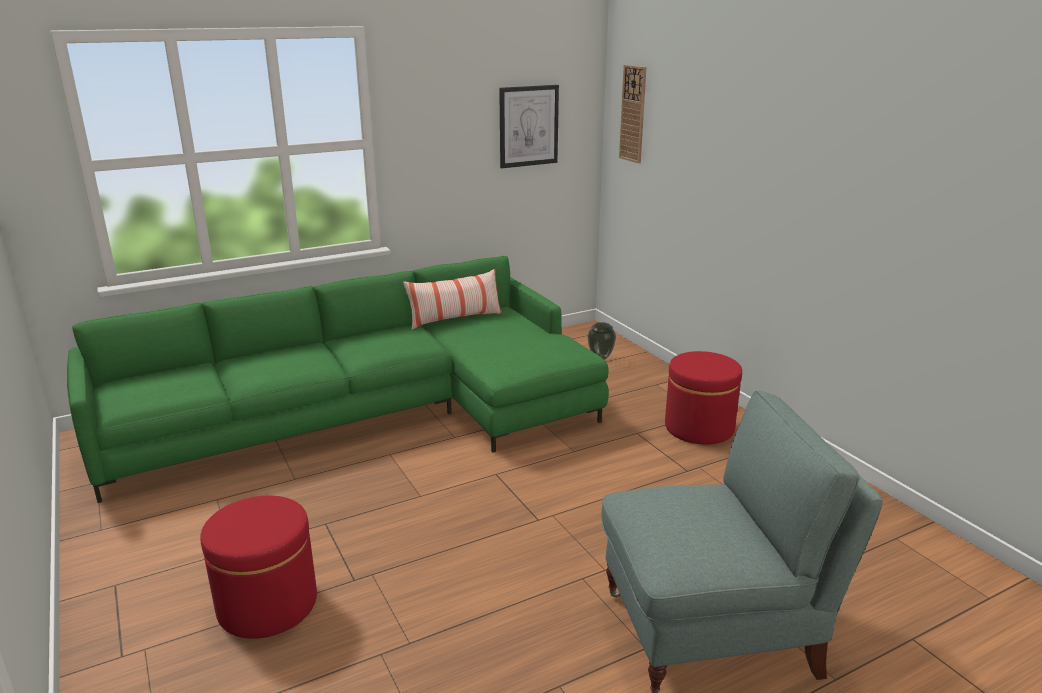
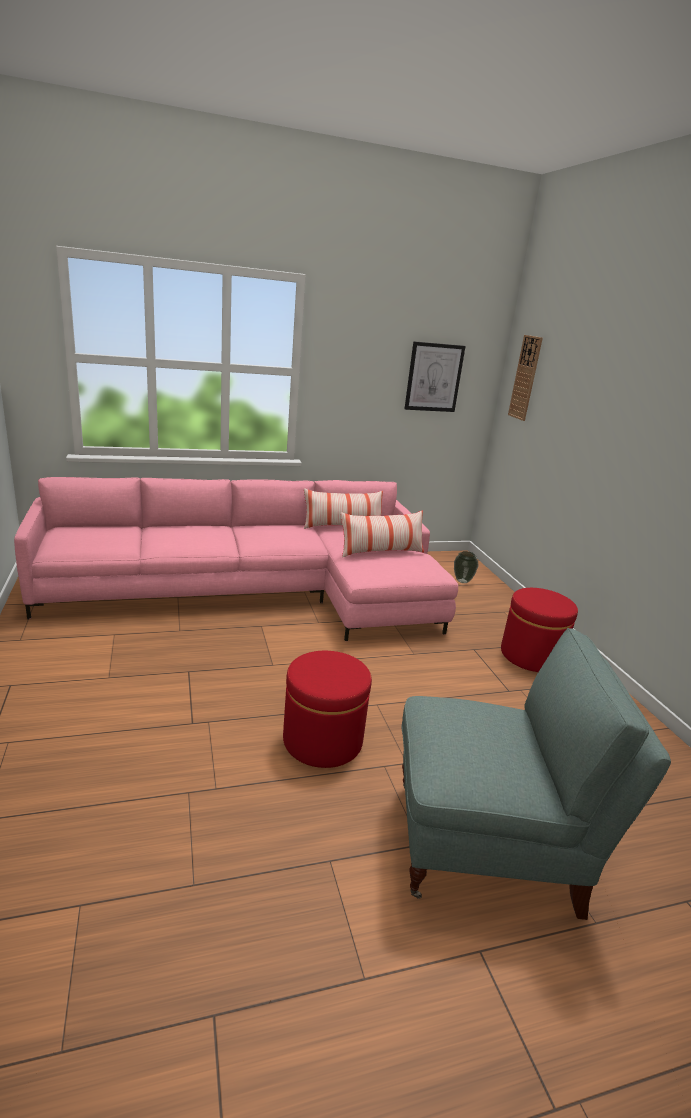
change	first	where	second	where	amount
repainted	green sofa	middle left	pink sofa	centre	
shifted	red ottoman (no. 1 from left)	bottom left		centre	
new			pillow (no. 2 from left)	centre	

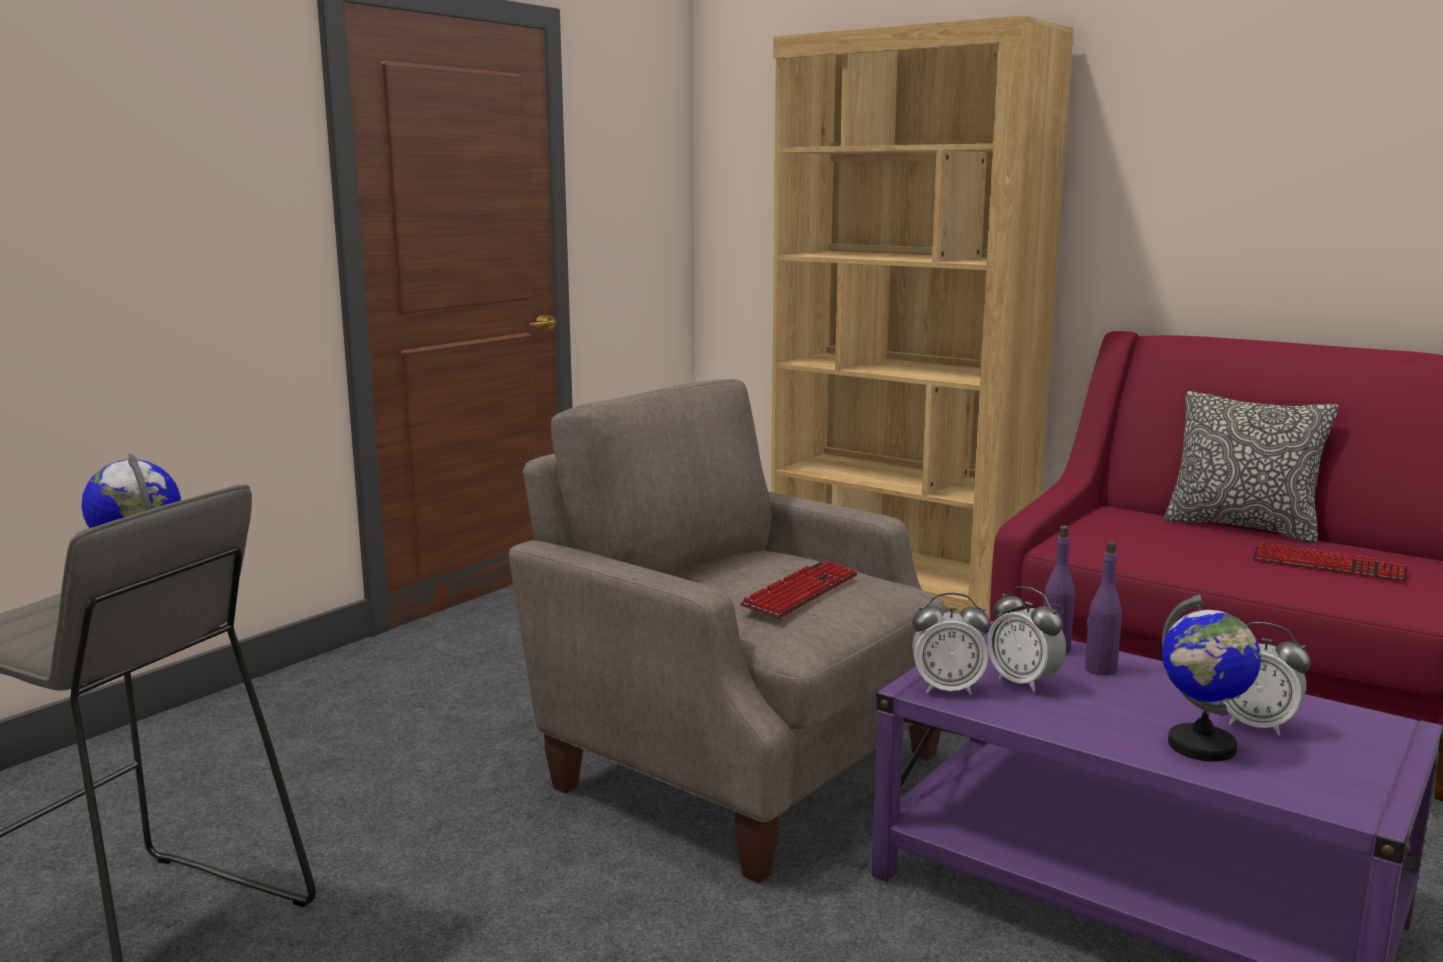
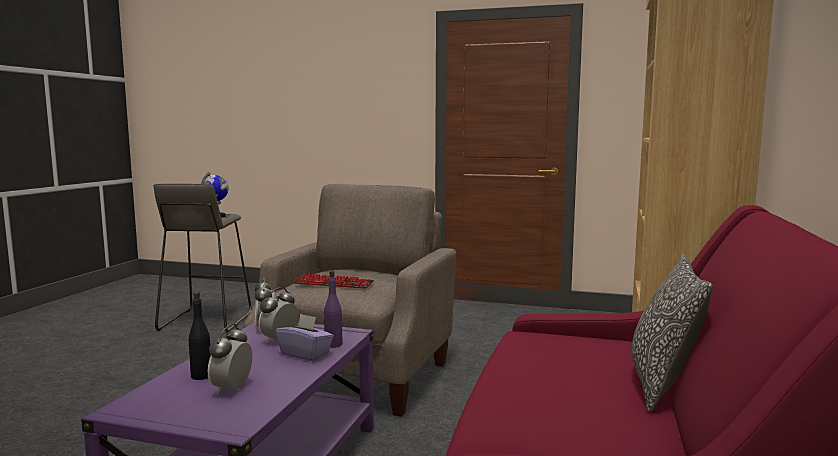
change	first	where	second	where	amount
swapped	purple bottle (no. 2 from left)	middle right	purple tissue box	bottom centre	
swapped	globe (no. 2 from left)	bottom right	black bottle	bottom left	
gone	keyboard (no. 2 from left)	middle right			

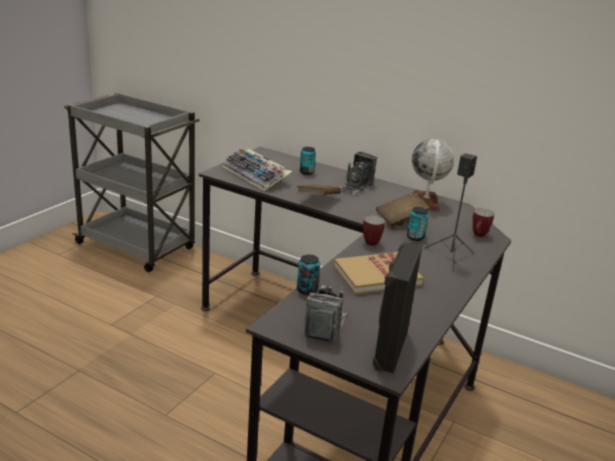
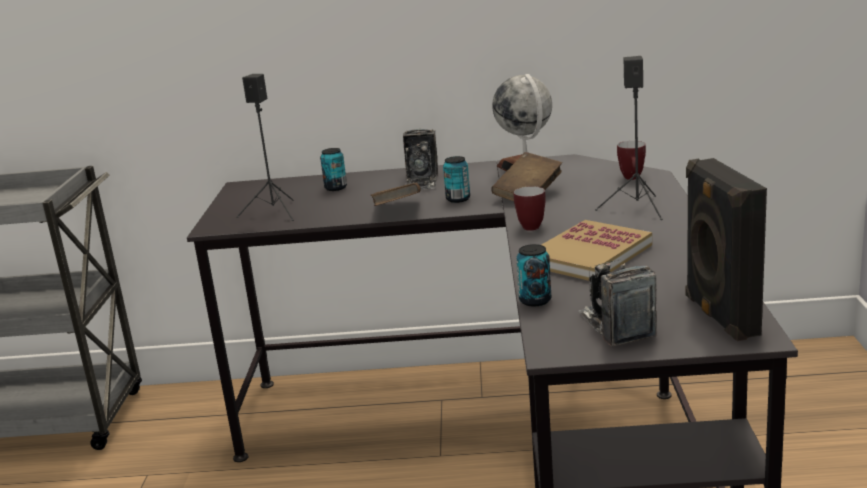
change	first	where	second	where	amount
swapped	keyboard	centre	black speaker (no. 1 from left)	top left	
shifted	can (no. 3 from left in the first image)	middle right	can (no. 2 from left)	centre	

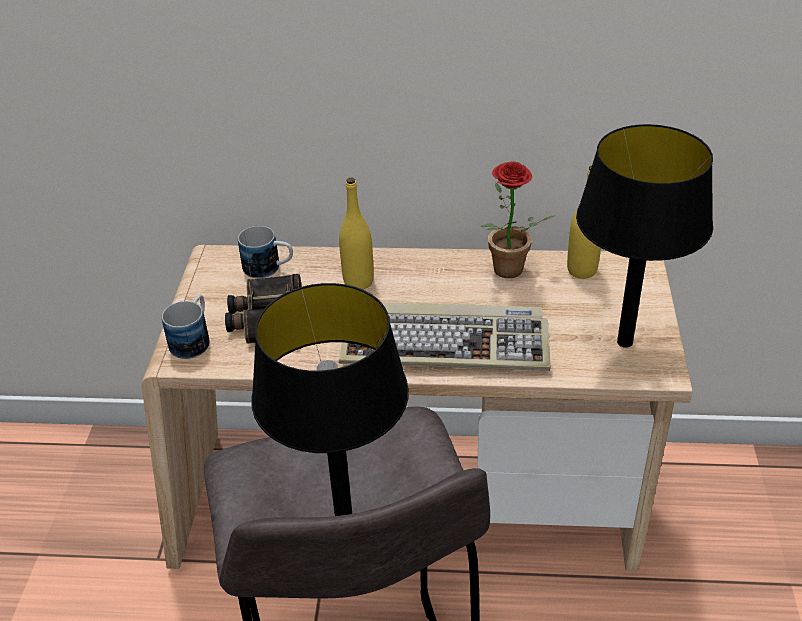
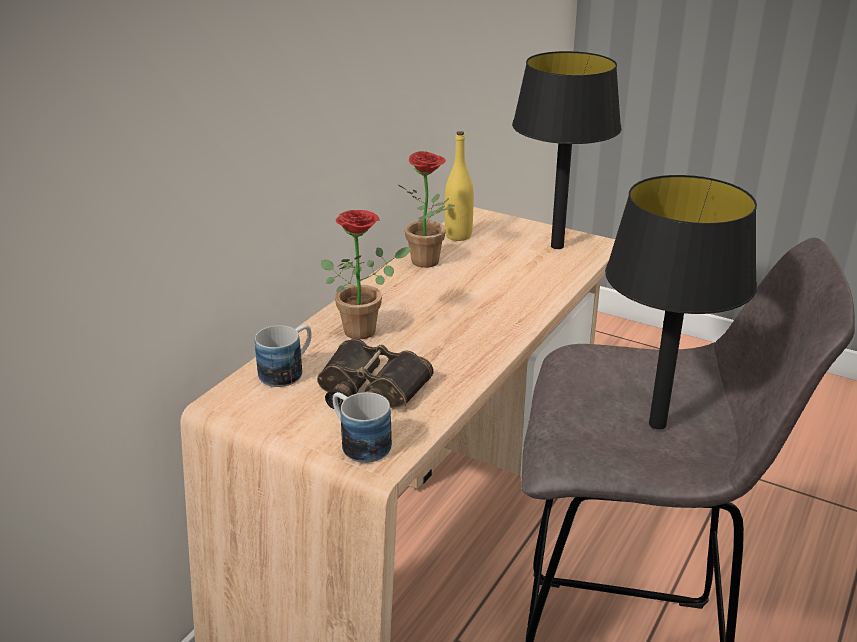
change	first	where	second	where	amount
swapped	yellow bottle (no. 1 from left)	centre	potted plant (no. 1 from left)	centre	
gone	keyboard	centre			

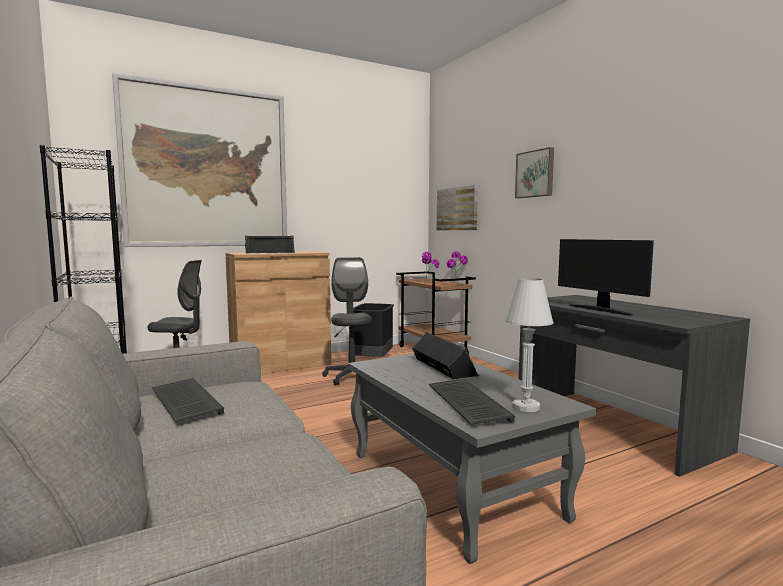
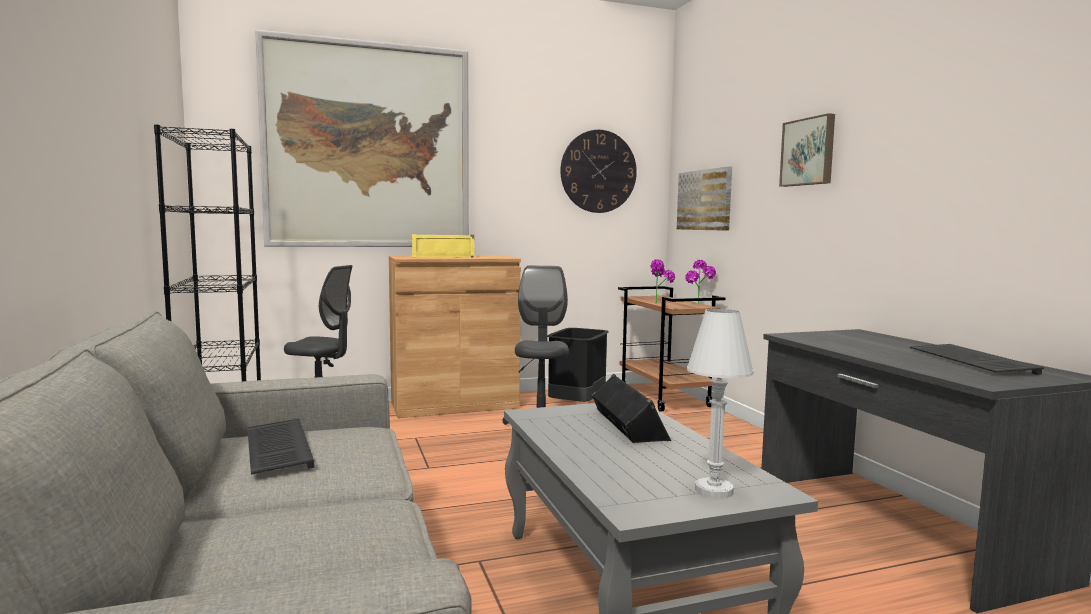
change	first	where	second	where	amount
repainted	black speaker (no. 1 from left)	centre	yellow speaker	centre	
shifted	keyboard (no. 2 from left)	bottom centre		middle right	
gone	monitor	middle right			
new			wall clock	top centre	

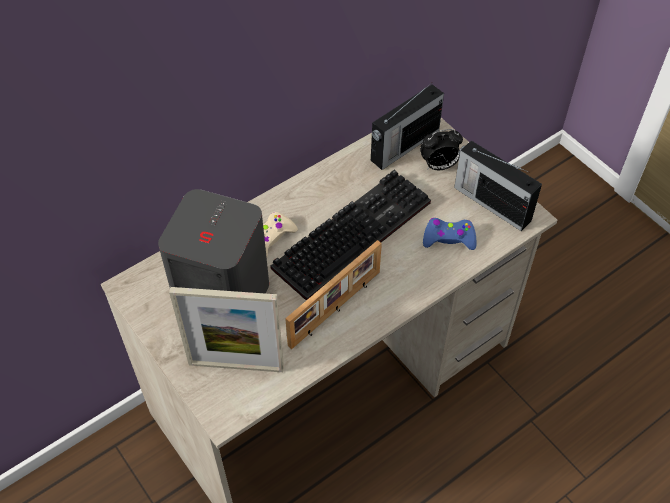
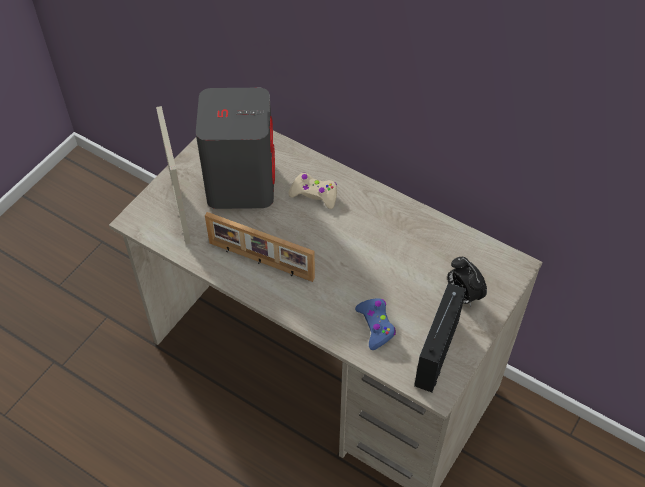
change	first	where	second	where	amount
gone	keyboard	centre			
gone	radio (no. 1 from left)	top centre			

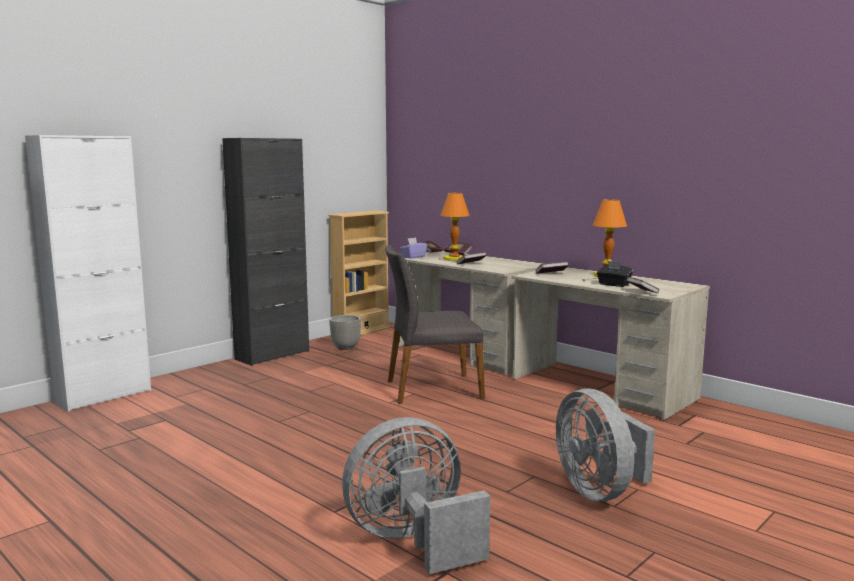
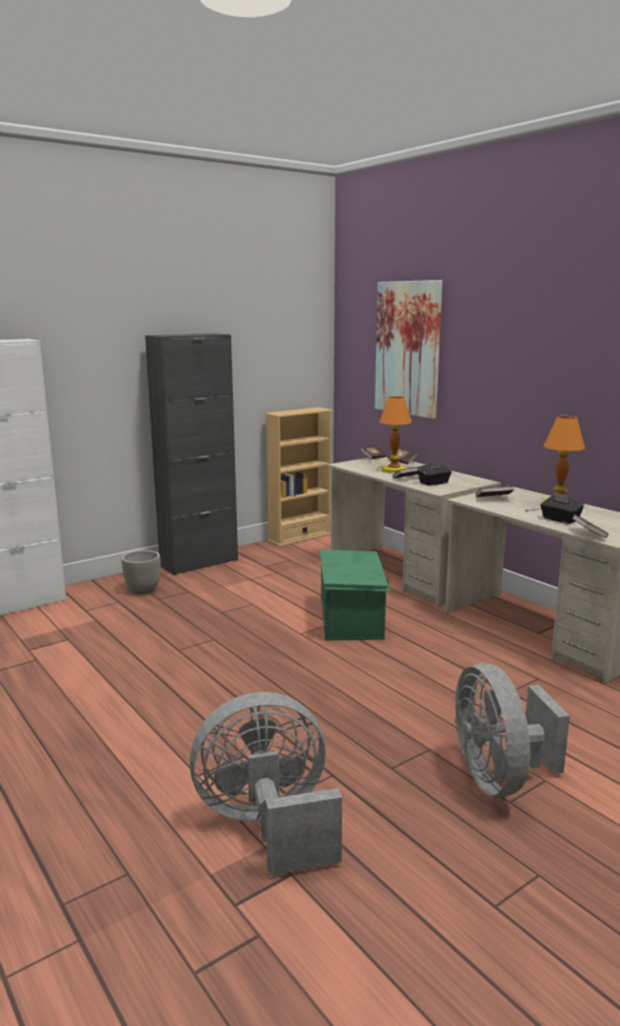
change	first	where	second	where	amount
shifted	planter	centre		middle left	
swapped	grey chair	centre	green storage box	centre	
gone	purple tissue box	centre			
new			picture	centre	
new			black tissue box (no. 1 from left)	middle right	

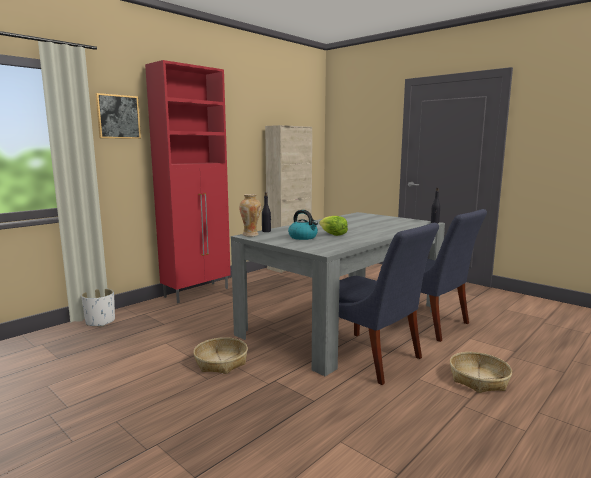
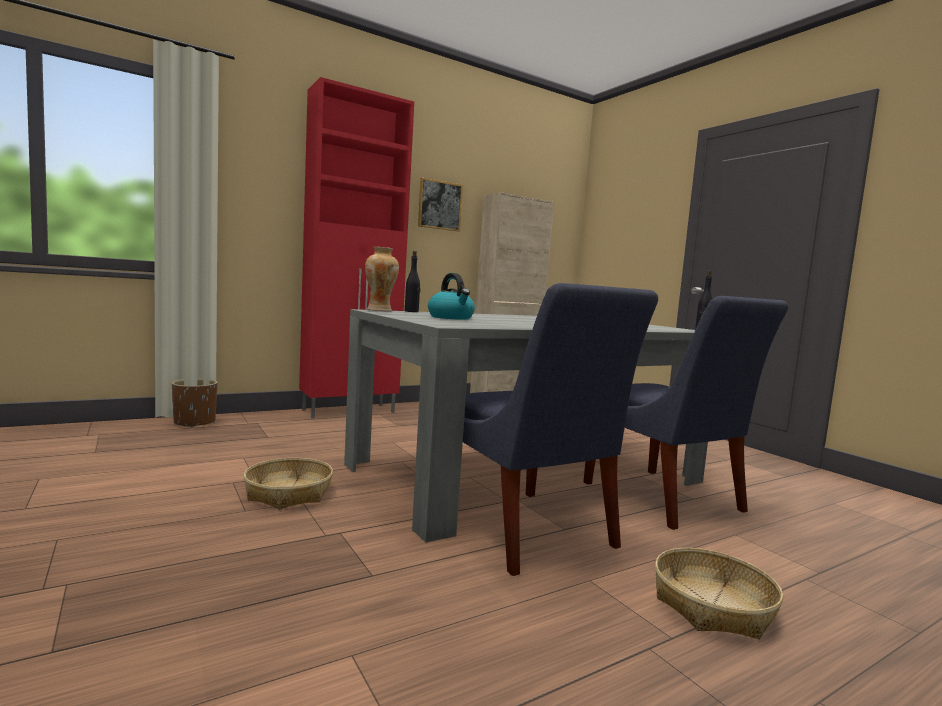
change	first	where	second	where	amount
repainted	white planter	middle left	brown planter	middle left	
shifted	picture	top left		top centre	
gone	lettuce	centre			

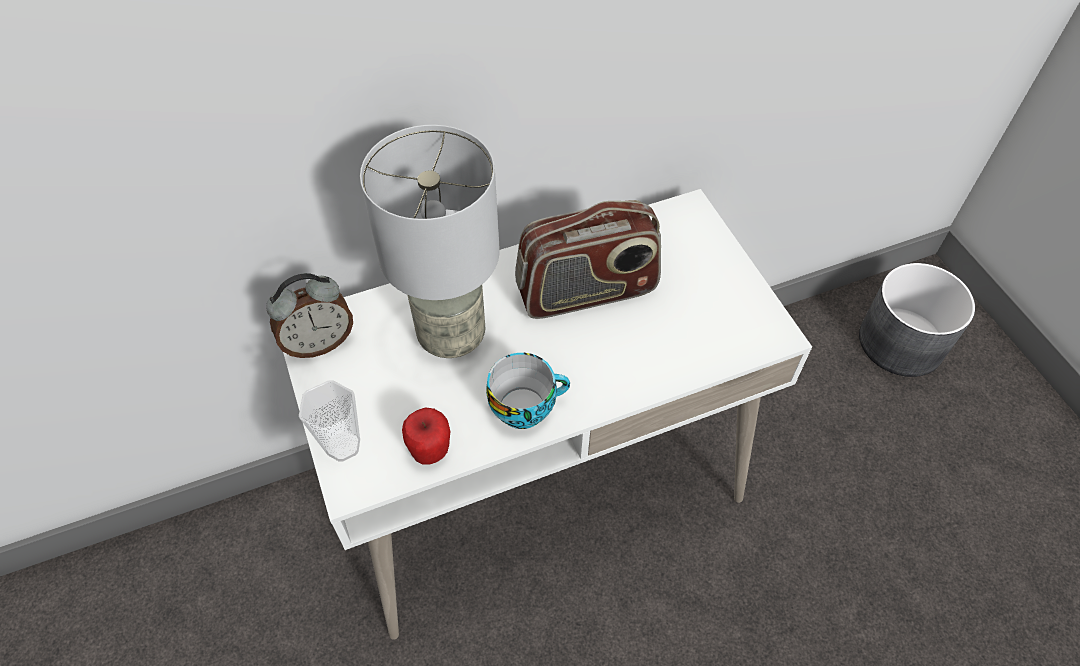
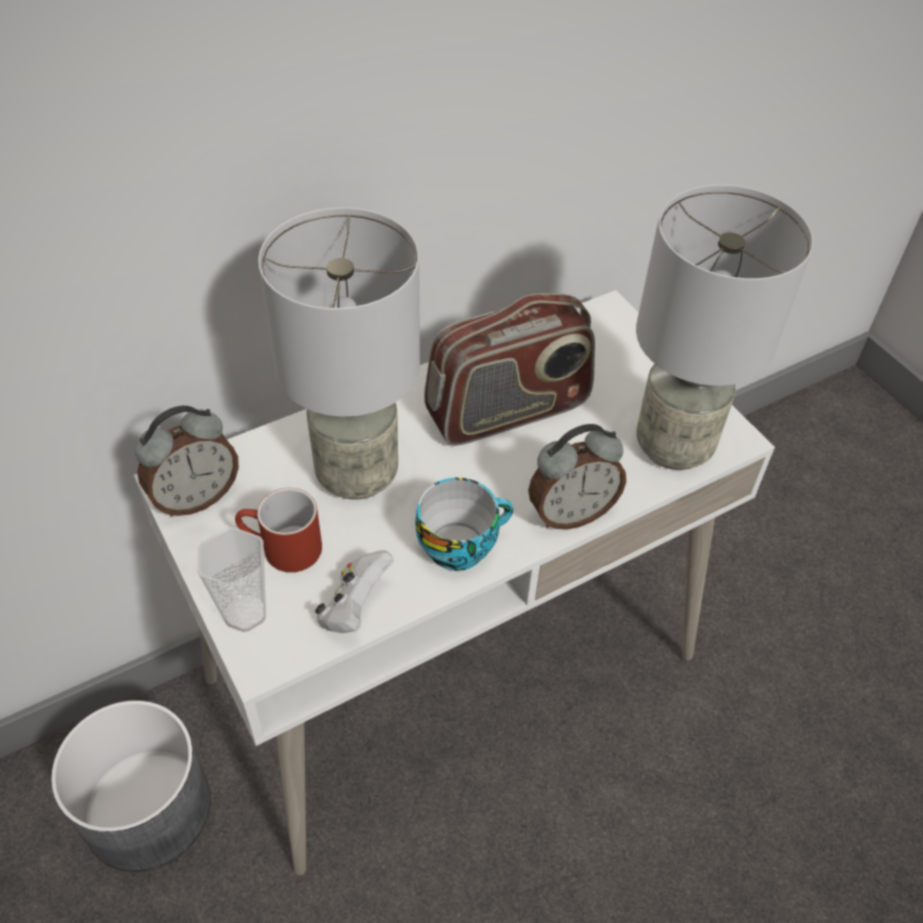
change	first	where	second	where	amount
swapped	apple	centre	white game controller	centre	
shifted	grey planter	middle right		bottom left	
new			red mug	middle left	
new			alarm clock (no. 2 from left)	centre	
new			grey table lamp (no. 2 from left)	middle right	

